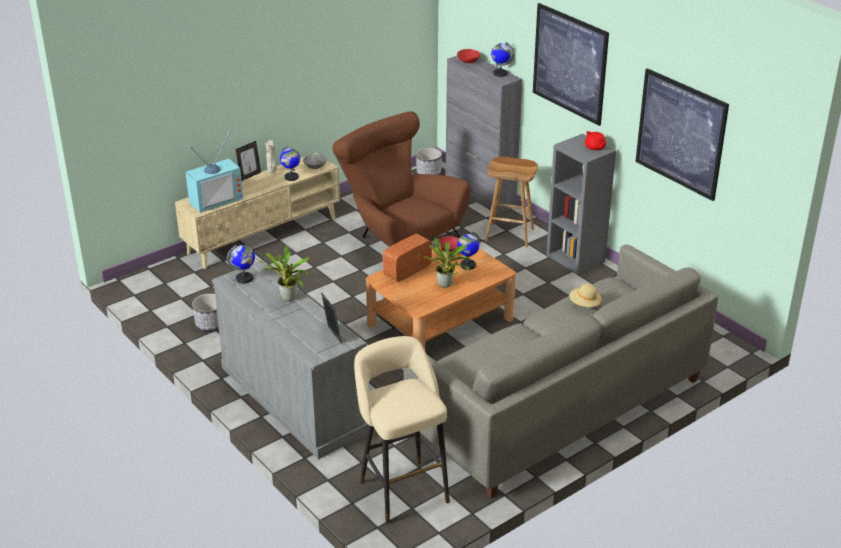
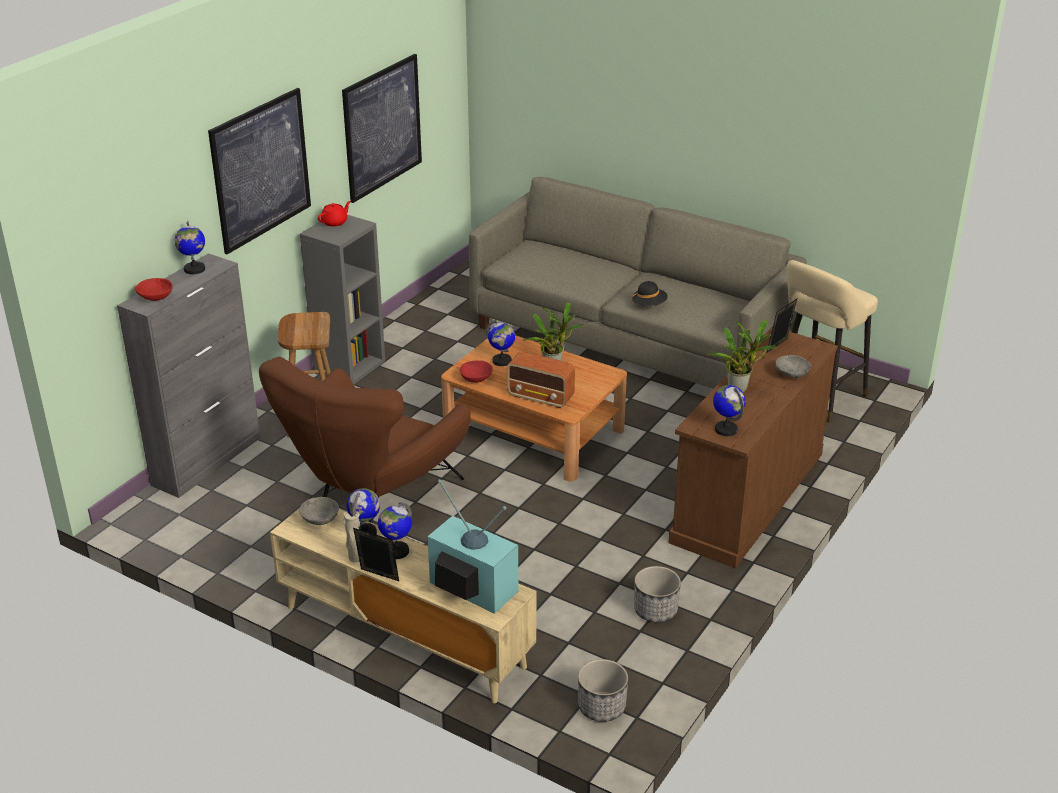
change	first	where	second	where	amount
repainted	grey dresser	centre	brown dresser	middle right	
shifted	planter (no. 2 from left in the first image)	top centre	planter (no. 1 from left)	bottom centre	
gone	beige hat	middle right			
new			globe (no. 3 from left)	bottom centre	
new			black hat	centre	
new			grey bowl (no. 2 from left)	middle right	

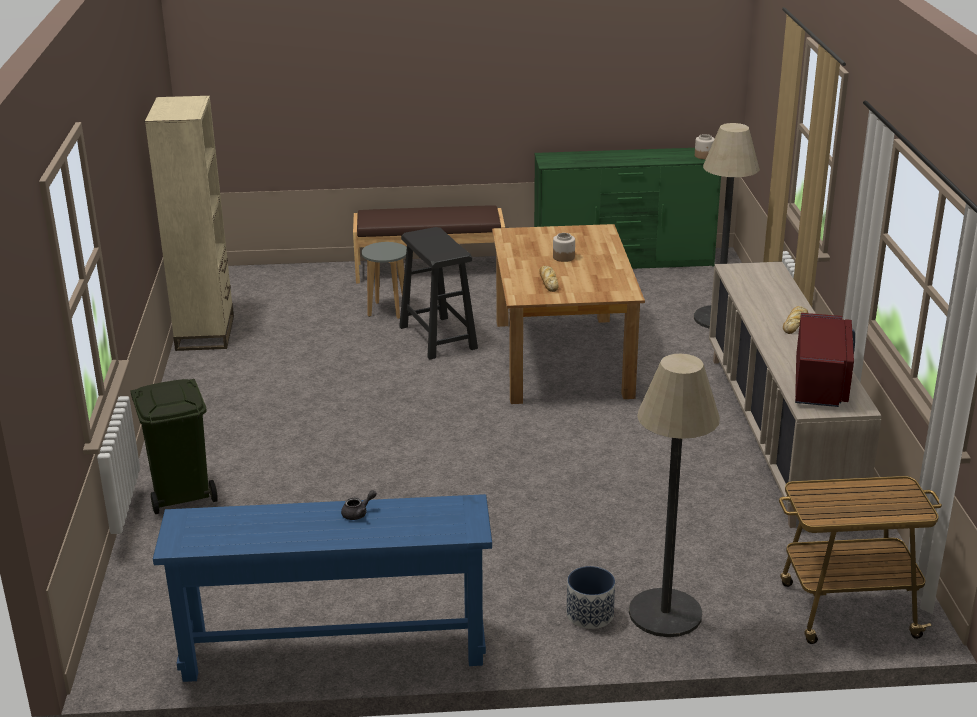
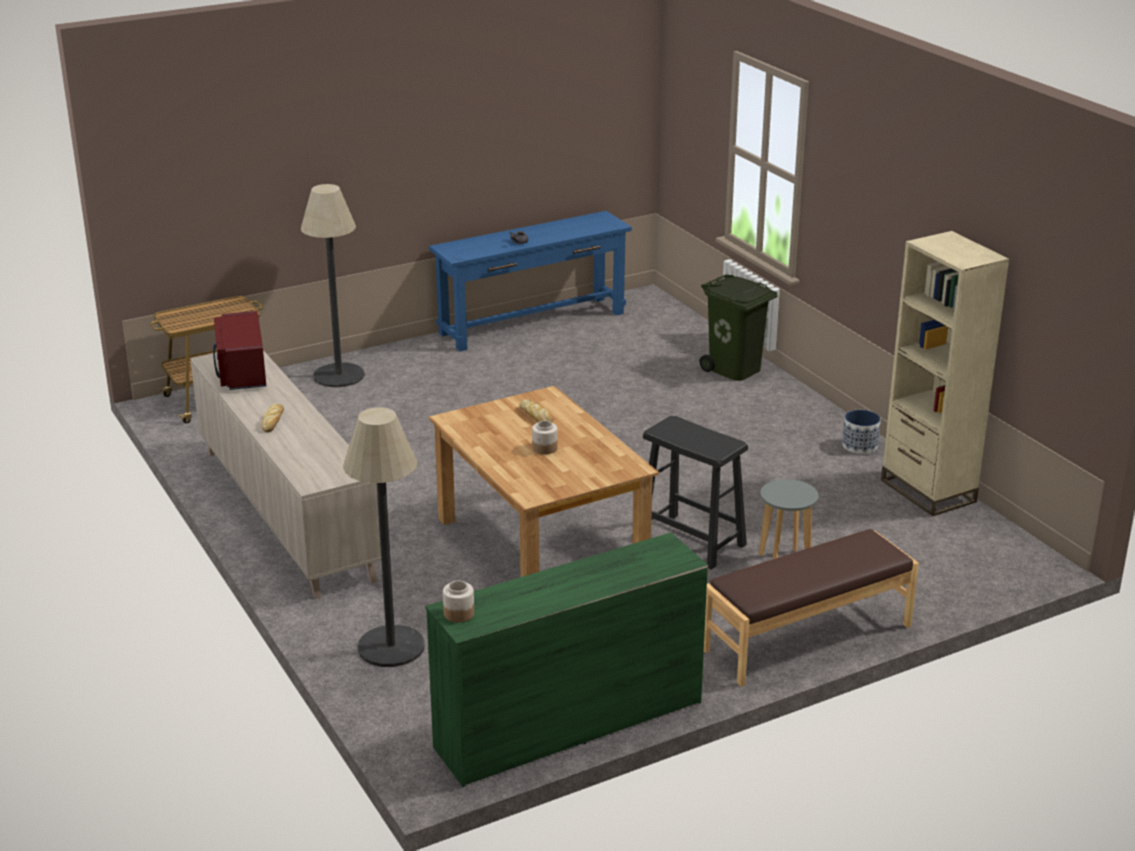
change	first	where	second	where	amount
shifted	planter	bottom centre		middle right	

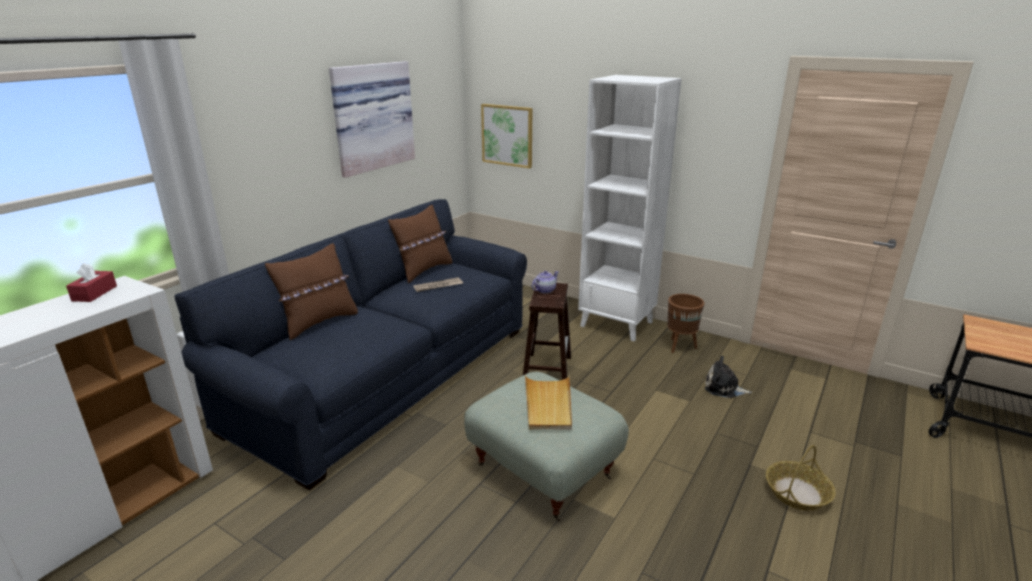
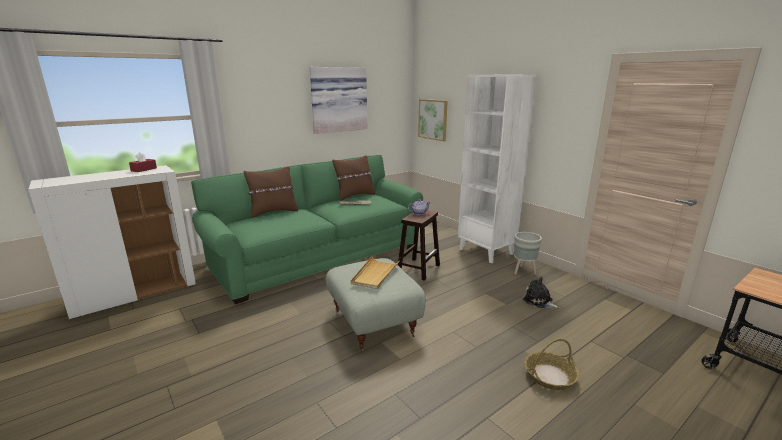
change	first	where	second	where	amount
repainted	blue sofa	centre	green sofa	centre	
repainted	brown planter	centre	grey planter	middle right	

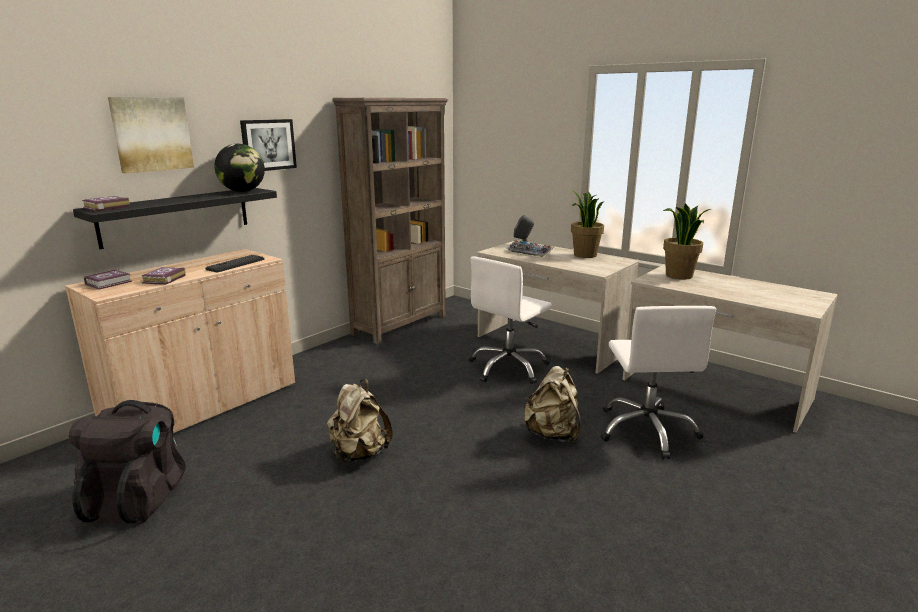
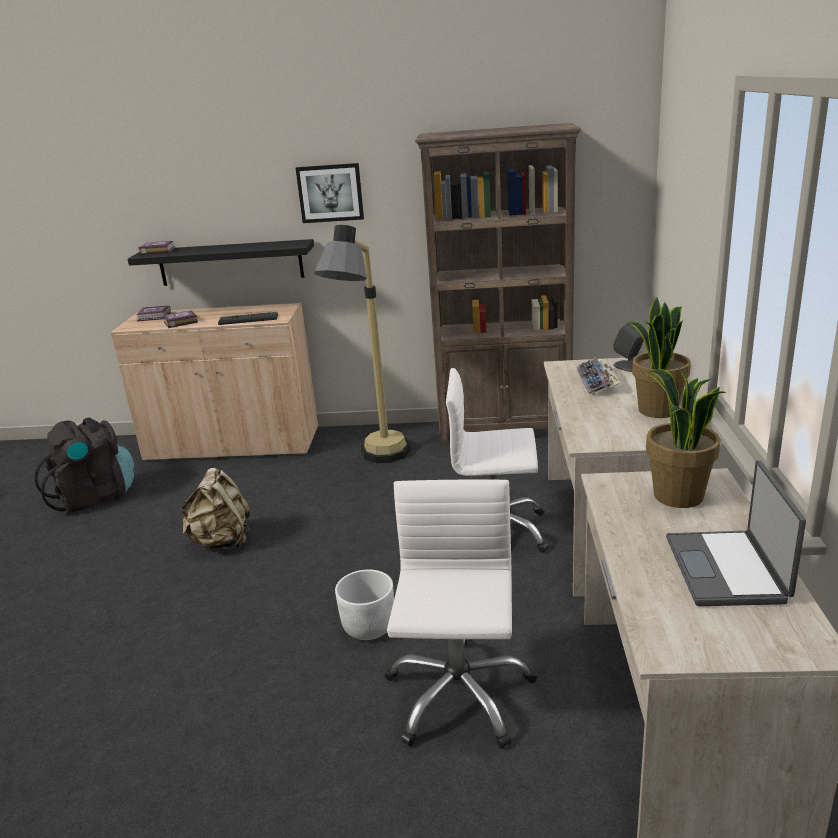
change	first	where	second	where	amount
gone	picture (no. 1 from left)	top left			
gone	globe	top left			
swapped	beige backpack (no. 2 from left)	centre	white planter	bottom centre	
rotated	white office chair (no. 2 from left in the first image)	middle right	white office chair (no. 1 from left)	bottom centre	135 degrees clockwise
new			floor lamp	centre	
new			laptop	middle right	

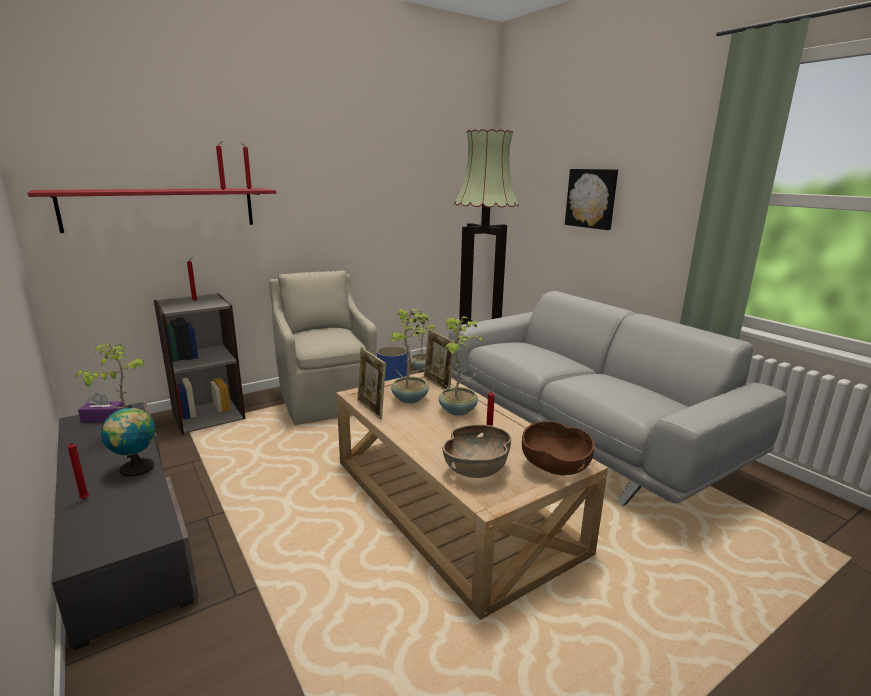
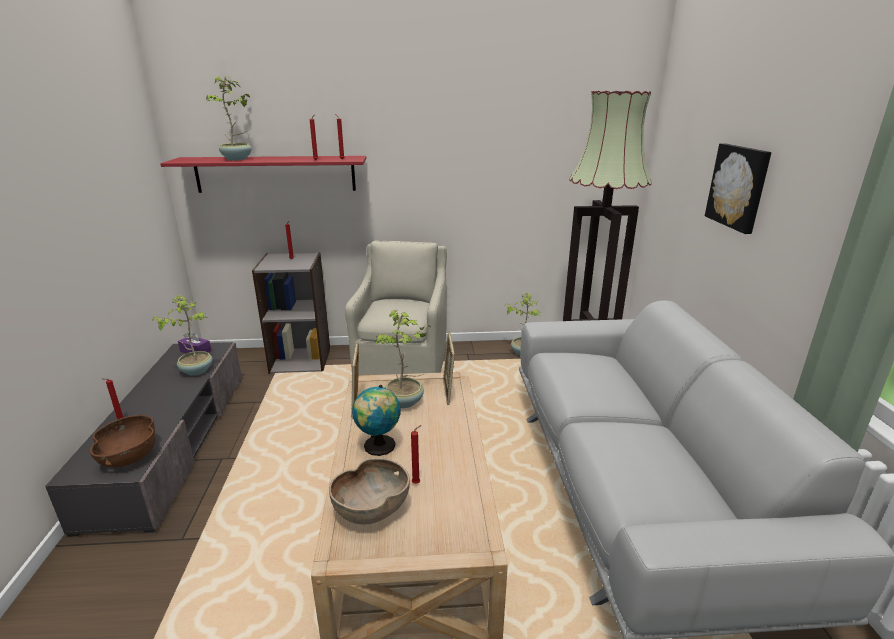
change	first	where	second	where	amount
shifted	globe	middle left		centre	
gone	blue planter	centre			
shifted	potted plant (no. 4 from left in the first image)	centre	potted plant (no. 2 from left)	top left	
shifted	brown bowl (no. 2 from left in the first image)	centre	brown bowl (no. 1 from left)	bottom left	

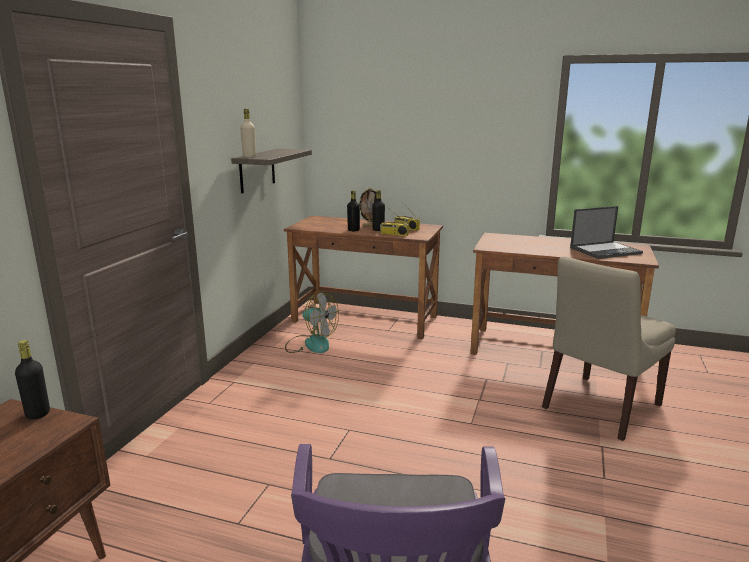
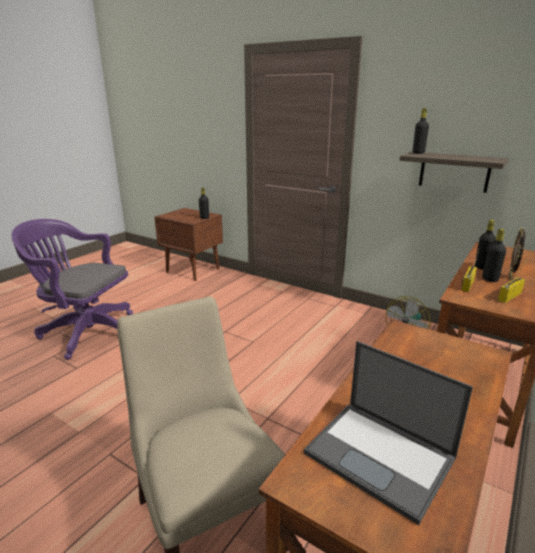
change	first	where	second	where	amount
repainted	beige bottle	top left	black bottle (no. 2 from left)	top right	
rotated	laptop	middle right		bottom right	45 degrees counterclockwise

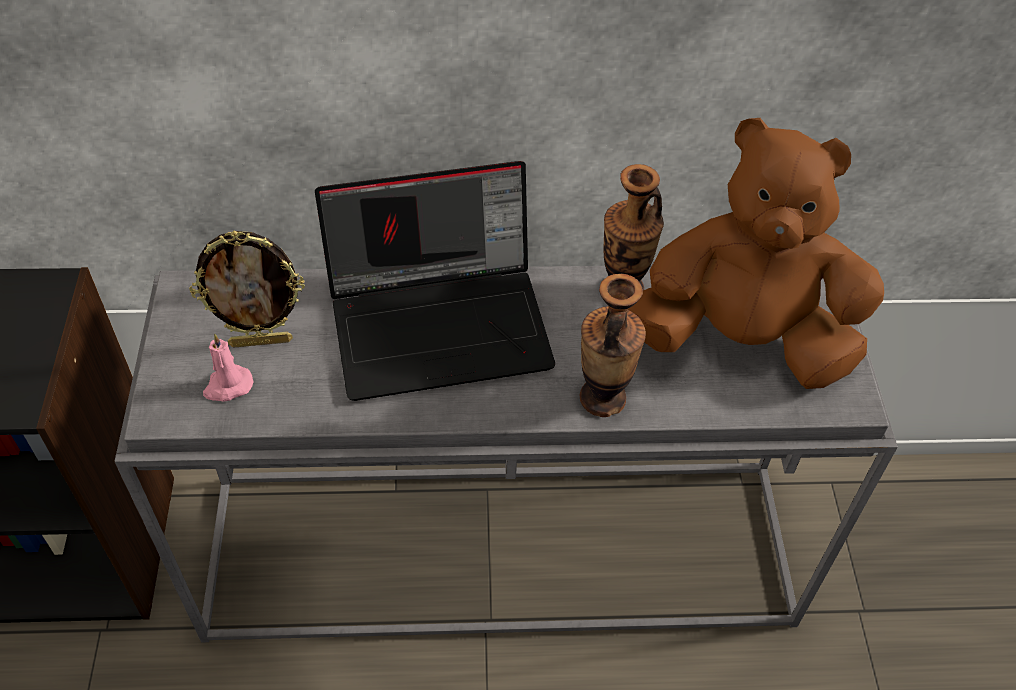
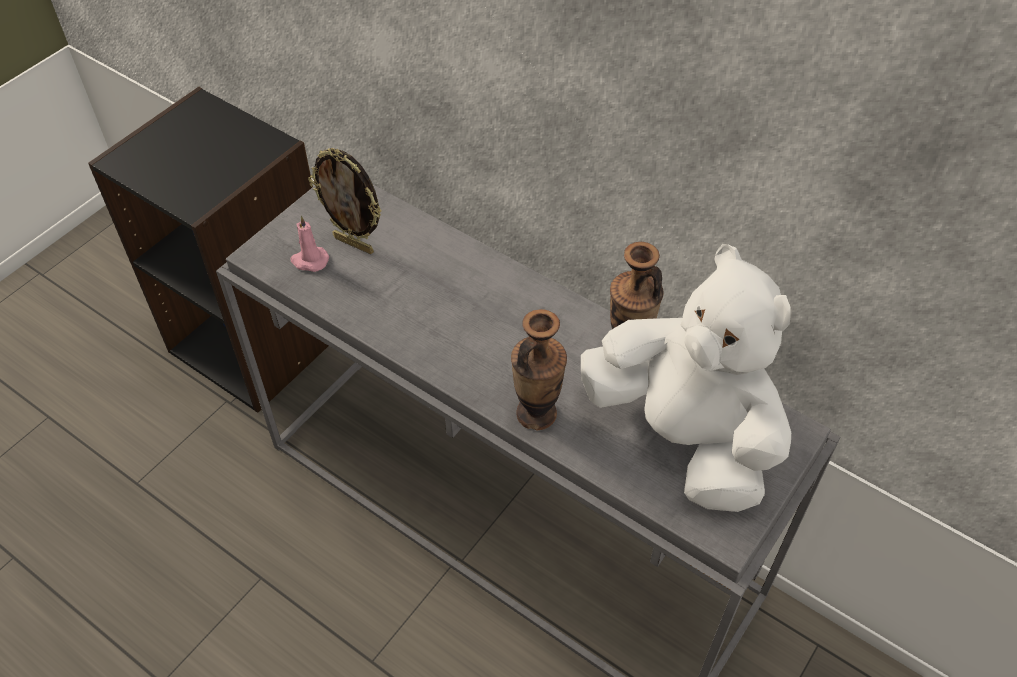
change	first	where	second	where	amount
gone	laptop	centre			
repainted	brown plush toy	middle right	white plush toy	middle right	

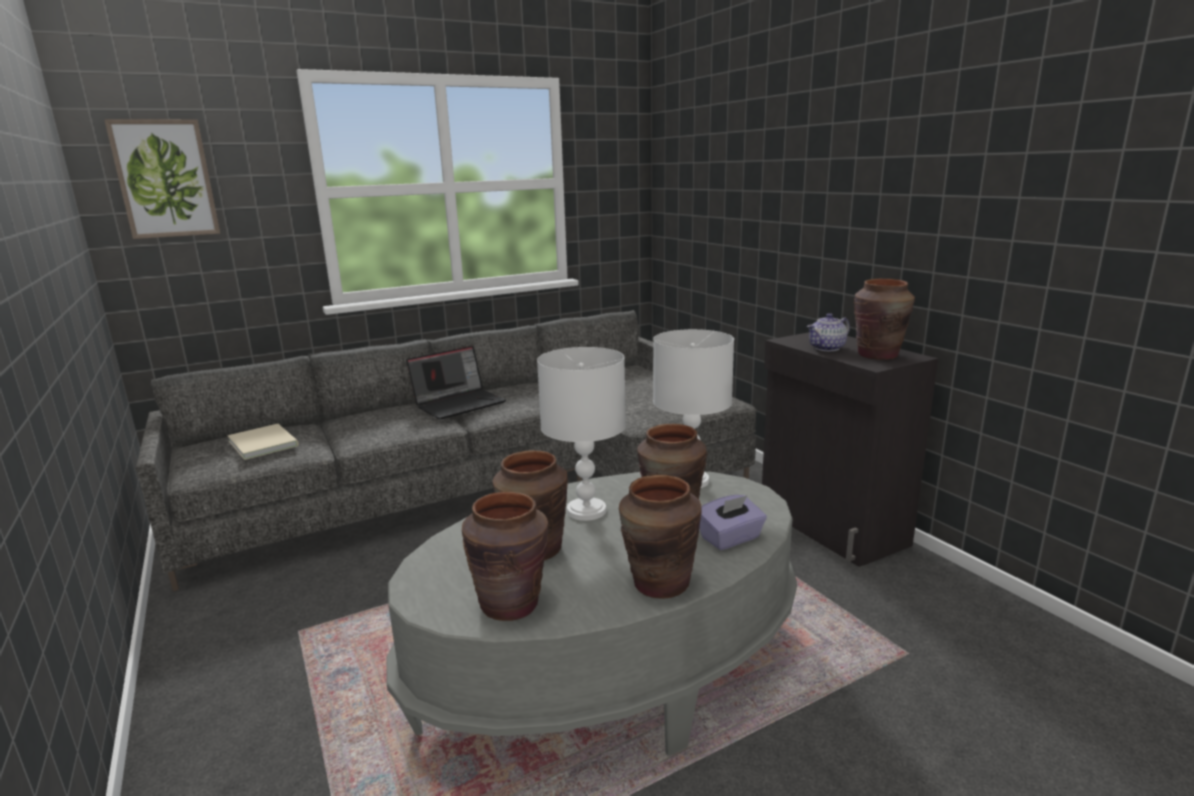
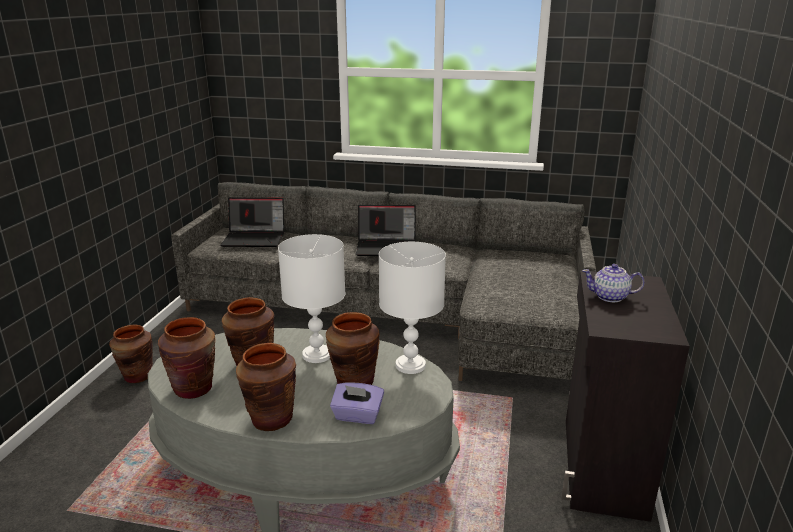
change	first	where	second	where	amount
gone	picture	top left			
swapped	beige book	middle left	laptop (no. 1 from left)	middle left	
shifted	brown vase (no. 5 from left in the first image)	middle right	brown vase (no. 1 from left)	middle left	

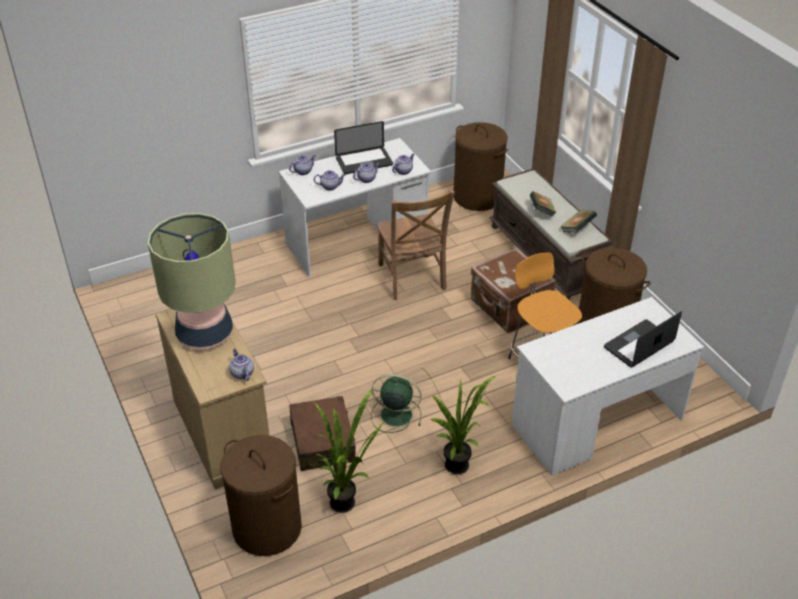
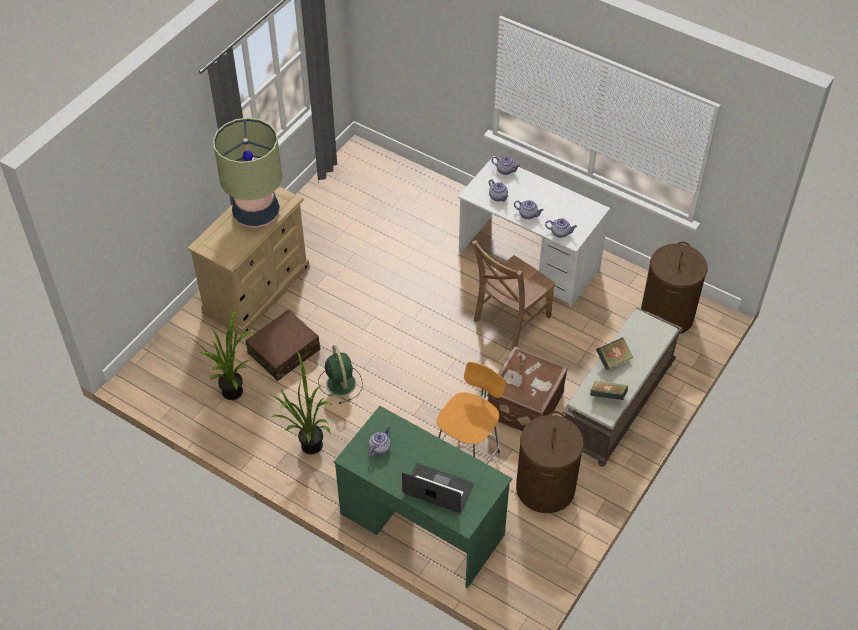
change	first	where	second	where	amount
gone	brown laundry basket (no. 1 from left)	bottom left			
shifted	teapot (no. 1 from left)	middle left		bottom centre	
gone	laptop (no. 1 from left)	top centre			
repainted	white desk (no. 2 from left)	middle right	green desk	bottom centre	

